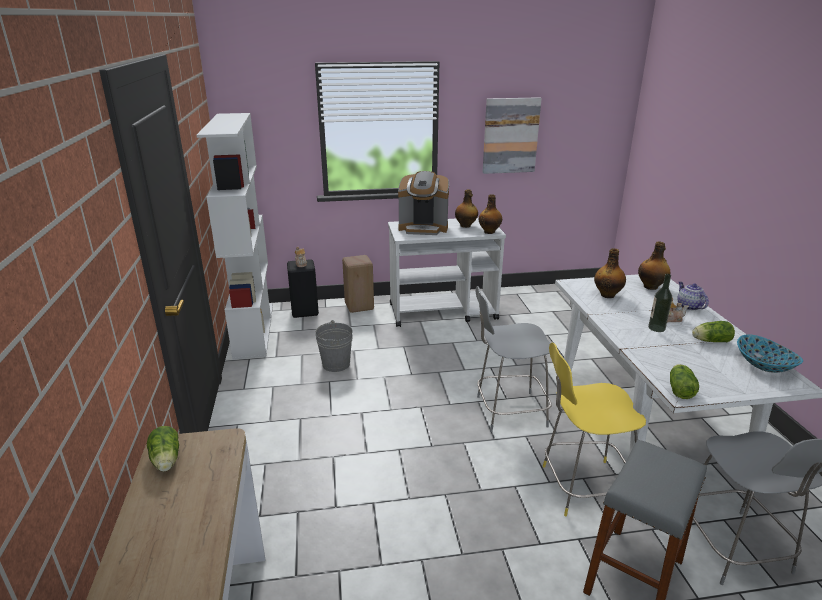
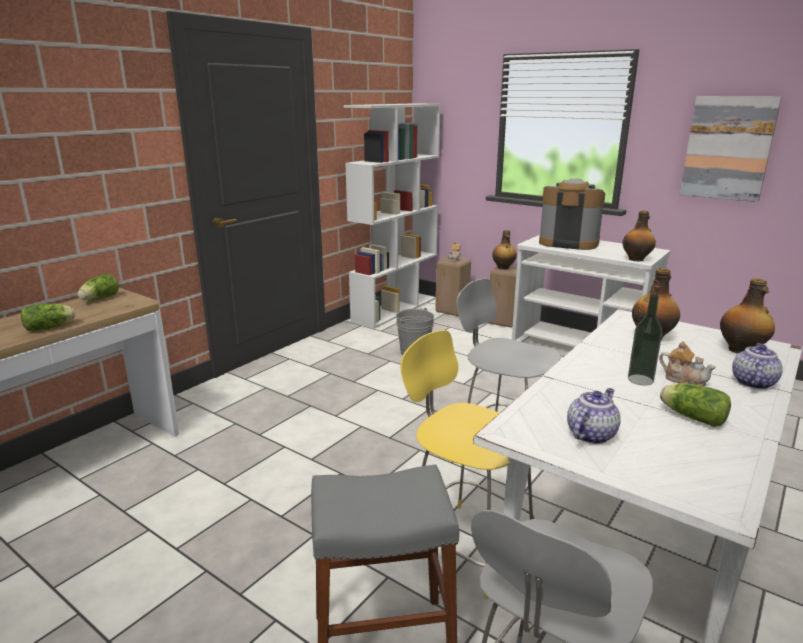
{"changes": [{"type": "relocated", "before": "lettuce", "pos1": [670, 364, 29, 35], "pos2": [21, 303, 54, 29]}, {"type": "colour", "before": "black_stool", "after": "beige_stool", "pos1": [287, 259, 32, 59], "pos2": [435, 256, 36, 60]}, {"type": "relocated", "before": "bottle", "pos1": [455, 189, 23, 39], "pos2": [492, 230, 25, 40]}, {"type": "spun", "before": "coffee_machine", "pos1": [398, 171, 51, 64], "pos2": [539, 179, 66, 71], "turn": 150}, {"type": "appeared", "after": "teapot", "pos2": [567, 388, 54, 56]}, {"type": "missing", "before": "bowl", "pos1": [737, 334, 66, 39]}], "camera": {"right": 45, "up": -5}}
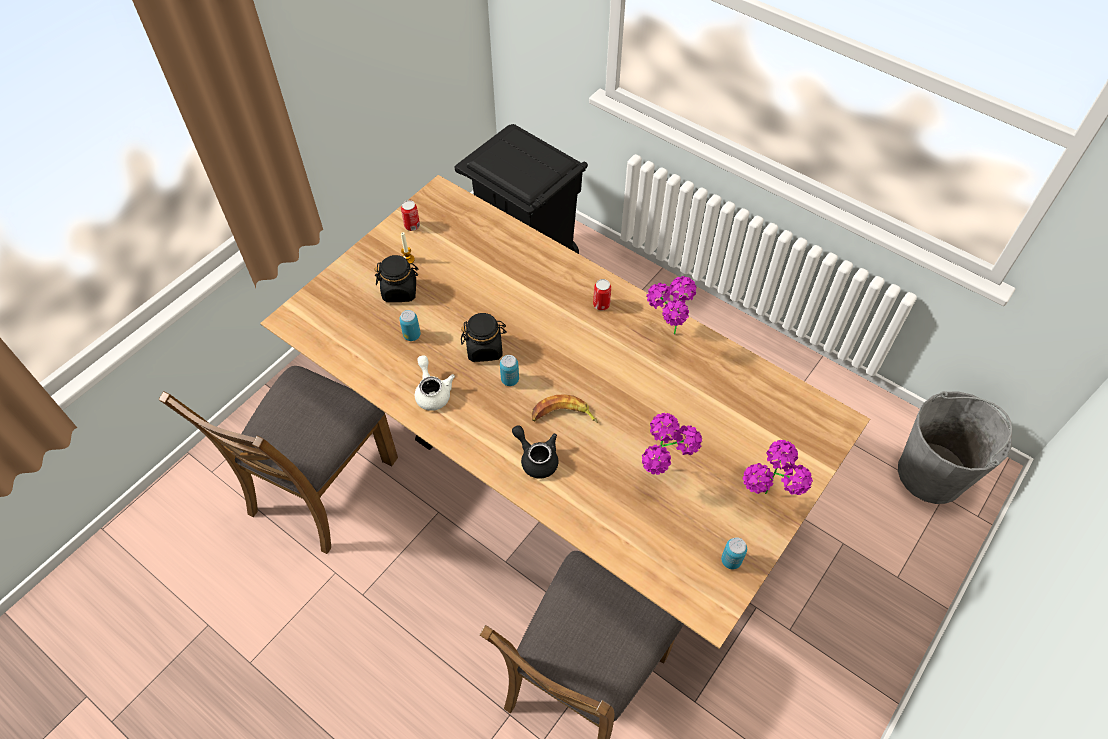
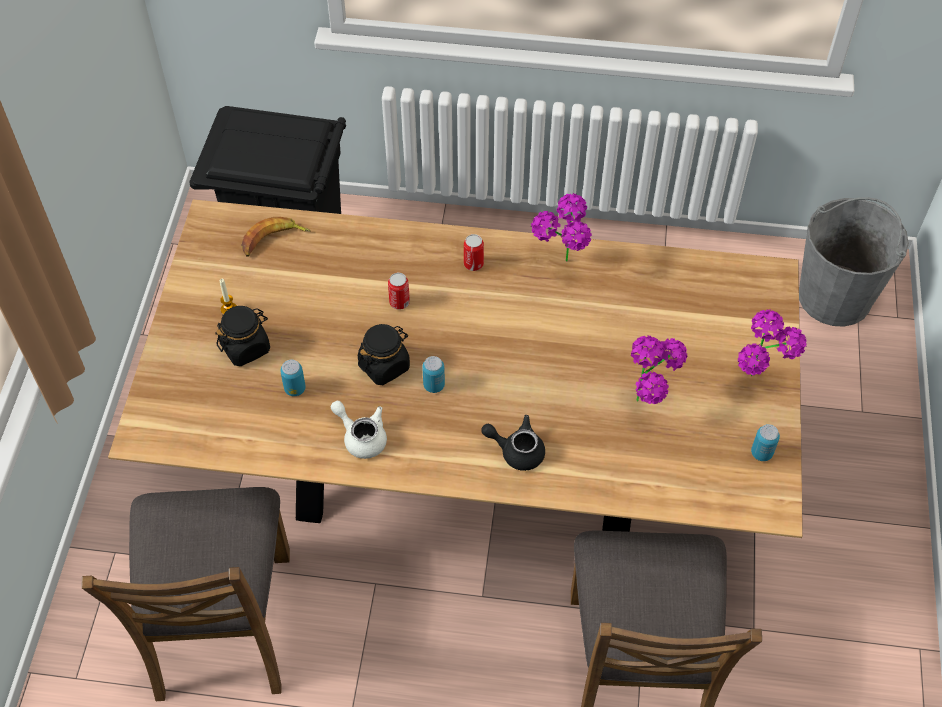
{"changes": [{"type": "relocated", "before": "banana", "pos1": [532, 394, 66, 29], "pos2": [241, 217, 70, 40]}, {"type": "relocated", "before": "can", "pos1": [401, 200, 19, 31], "pos2": [388, 273, 22, 37]}], "camera": {"right": -30, "up": 0}}
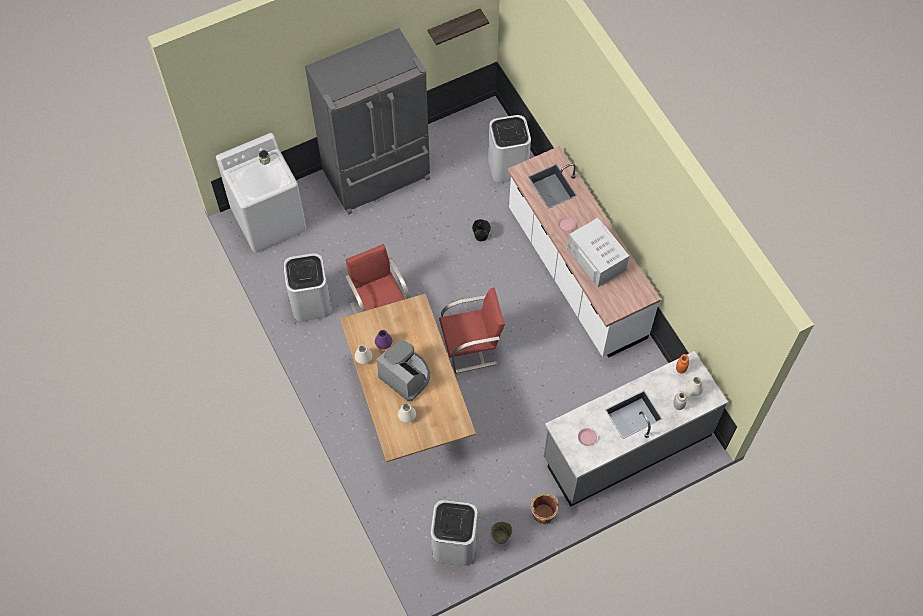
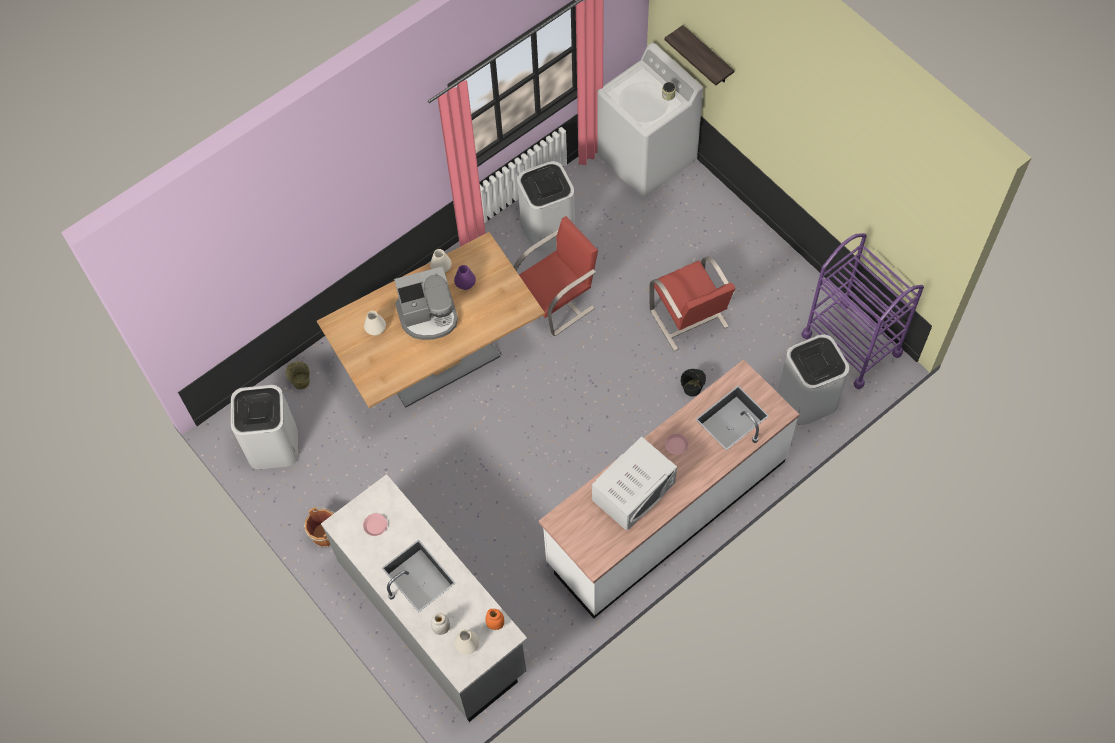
{"changes": [{"type": "relocated", "before": "beige_bucket", "pos1": [491, 522, 21, 22], "pos2": [285, 361, 25, 28]}, {"type": "spun", "before": "coffee_machine", "pos1": [377, 340, 53, 61], "pos2": [394, 266, 64, 74], "turn": 45}, {"type": "relocated", "before": "red_chair", "pos1": [439, 288, 66, 85], "pos2": [649, 256, 87, 95]}, {"type": "relocated", "before": "shelf", "pos1": [428, 9, 61, 36], "pos2": [664, 25, 70, 61]}, {"type": "appeared", "after": "purple_cart", "pos2": [801, 233, 123, 156]}, {"type": "missing", "before": "grey_fridge", "pos1": [305, 28, 125, 187]}], "camera": {"right": 80, "up": 0}}
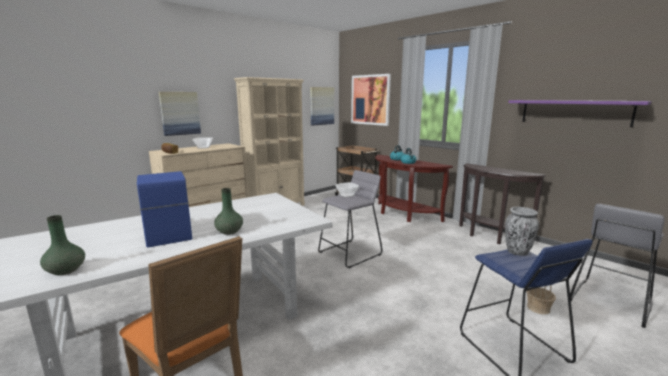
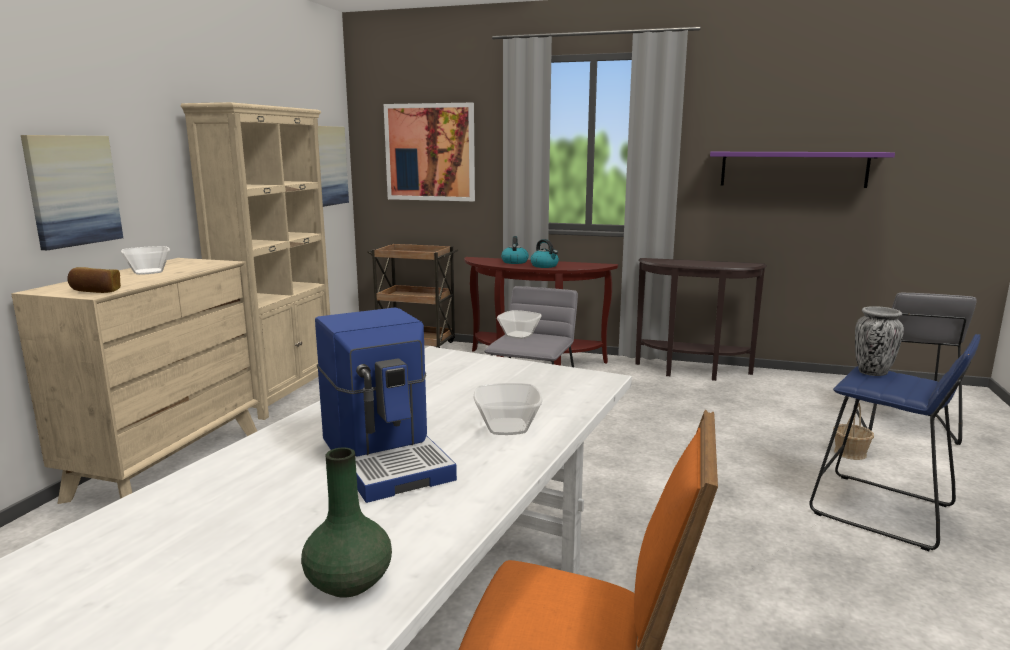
{"changes": [{"type": "spun", "before": "coffee_machine", "pos1": [137, 171, 55, 77], "pos2": [315, 308, 142, 195], "turn": -150}, {"type": "exchanged", "before": "green_vase", "after": "bowl", "pos1": [214, 188, 29, 47], "pos2": [474, 383, 68, 52]}], "camera": {"right": -30, "up": 0}}
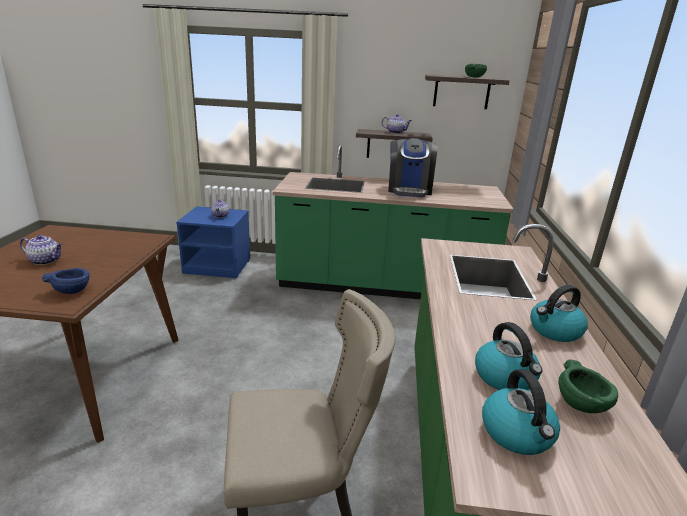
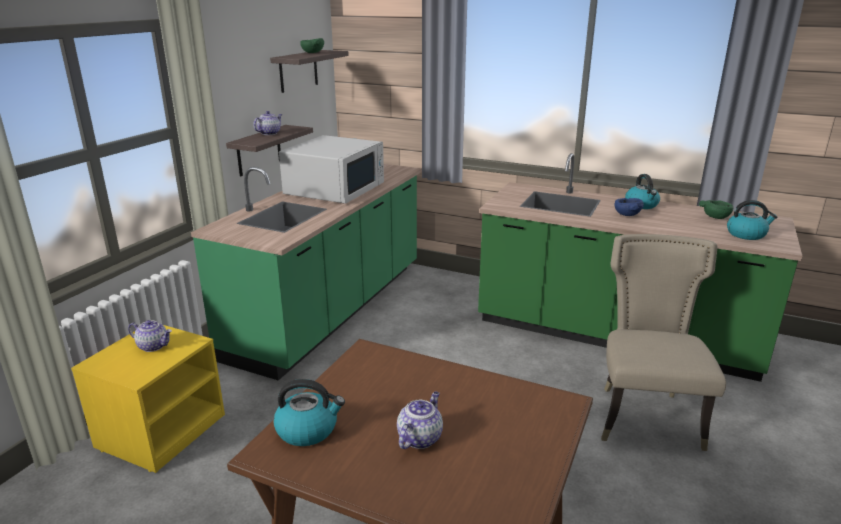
{"changes": [{"type": "colour", "before": "blue_nightstand", "after": "yellow_nightstand", "pos1": [176, 206, 74, 72], "pos2": [71, 325, 154, 148]}, {"type": "relocated", "before": "kettle", "pos1": [475, 322, 67, 68], "pos2": [274, 379, 71, 67]}, {"type": "exchanged", "before": "coffee_machine", "after": "white_microwave", "pos1": [388, 138, 50, 59], "pos2": [279, 135, 105, 69]}, {"type": "relocated", "before": "blue_bowl", "pos1": [42, 268, 47, 26], "pos2": [615, 198, 29, 18]}], "camera": {"right": -70, "up": 0}}
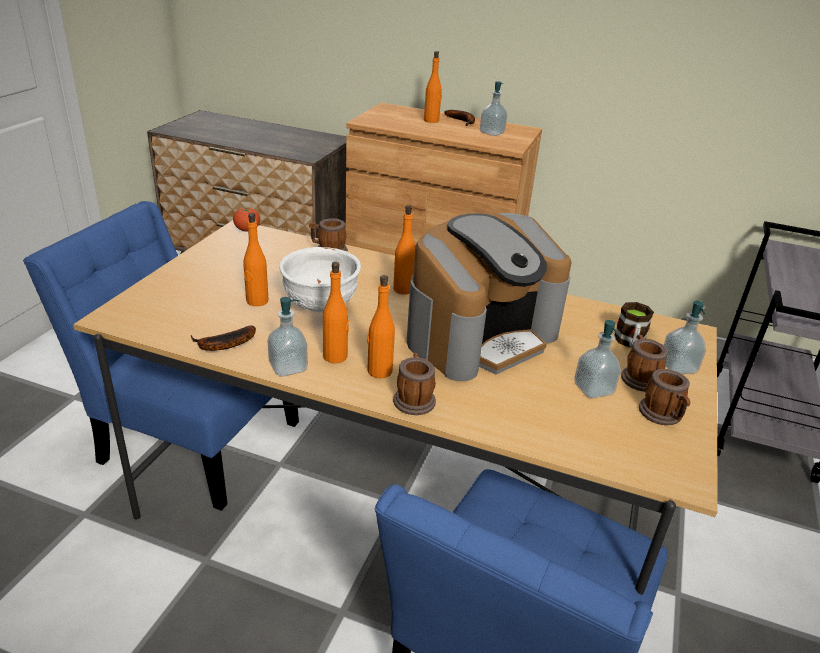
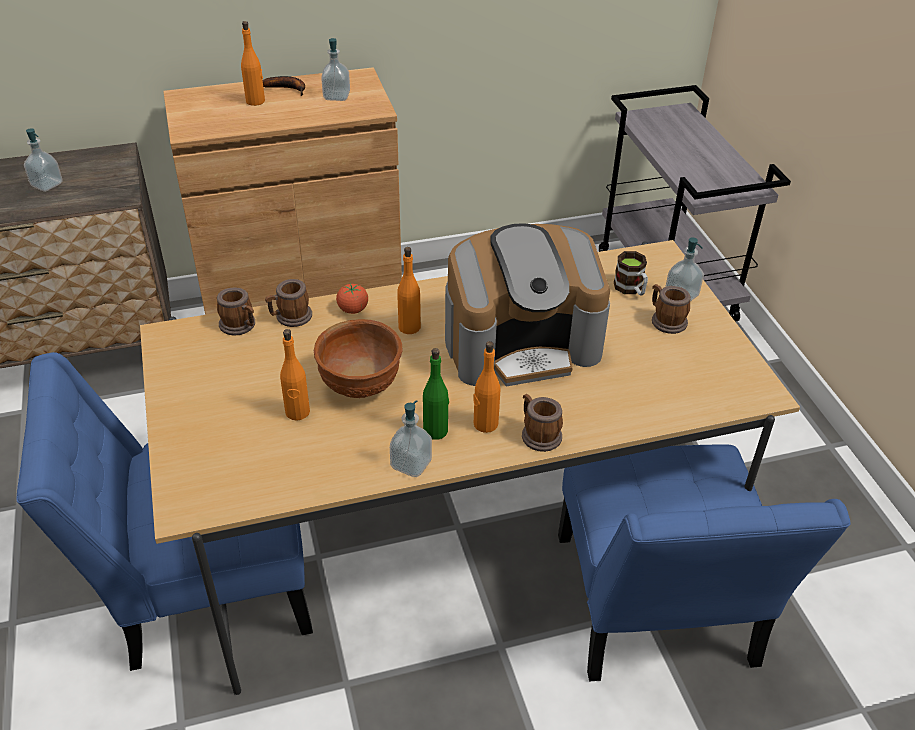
{"changes": [{"type": "relocated", "before": "soap_dispenser", "pos1": [574, 320, 47, 79], "pos2": [24, 128, 38, 64]}, {"type": "relocated", "before": "mug", "pos1": [639, 369, 51, 56], "pos2": [217, 288, 38, 47]}, {"type": "colour", "before": "white_bowl", "after": "brown_bowl", "pos1": [279, 247, 82, 66], "pos2": [314, 319, 89, 79]}, {"type": "relocated", "before": "tomato", "pos1": [233, 206, 27, 26], "pos2": [336, 283, 32, 31]}, {"type": "colour", "before": "orange_bottle", "after": "green_bottle", "pos1": [323, 262, 26, 101], "pos2": [423, 348, 26, 92]}, {"type": "spun", "before": "coffee_machine", "pos1": [407, 213, 165, 168], "pos2": [445, 223, 165, 163], "turn": 60}, {"type": "missing", "before": "banana", "pos1": [191, 326, 65, 25]}], "camera": {"right": -35, "up": 10}}
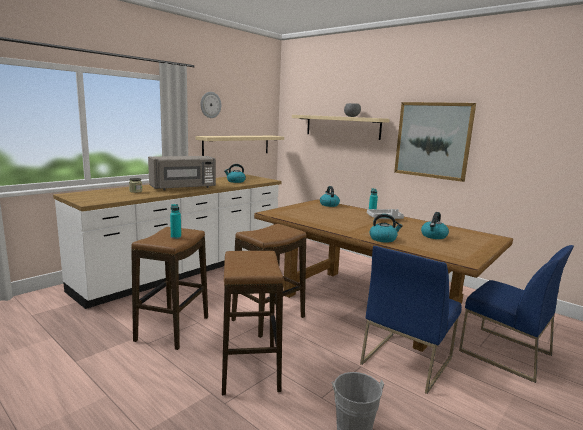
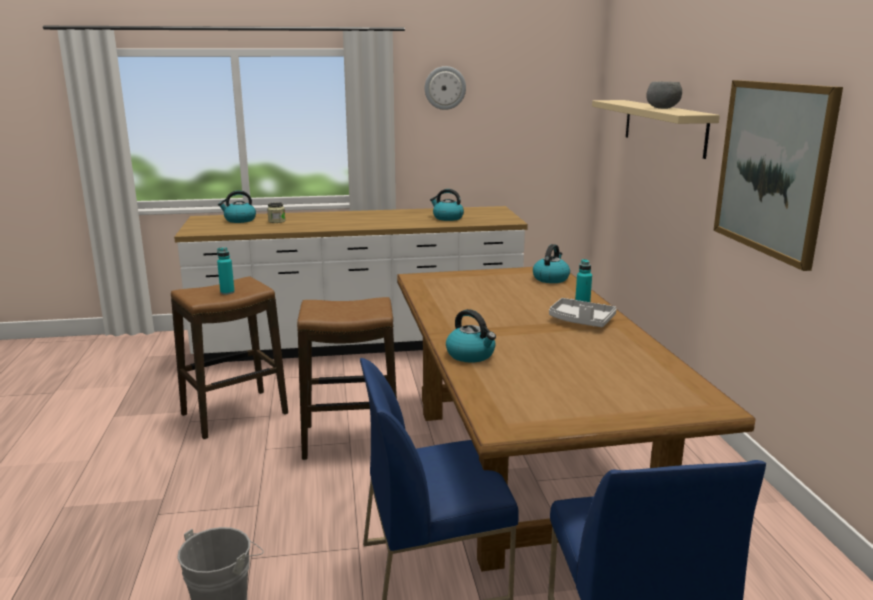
{"changes": [{"type": "relocated", "before": "kettle", "pos1": [421, 212, 28, 27], "pos2": [218, 191, 38, 32]}, {"type": "missing", "before": "grey_microwave", "pos1": [148, 156, 68, 34]}, {"type": "missing", "before": "beige_shelf", "pos1": [196, 136, 88, 20]}, {"type": "missing", "before": "stool", "pos1": [222, 251, 62, 144]}], "camera": {"right": 40, "up": 5}}
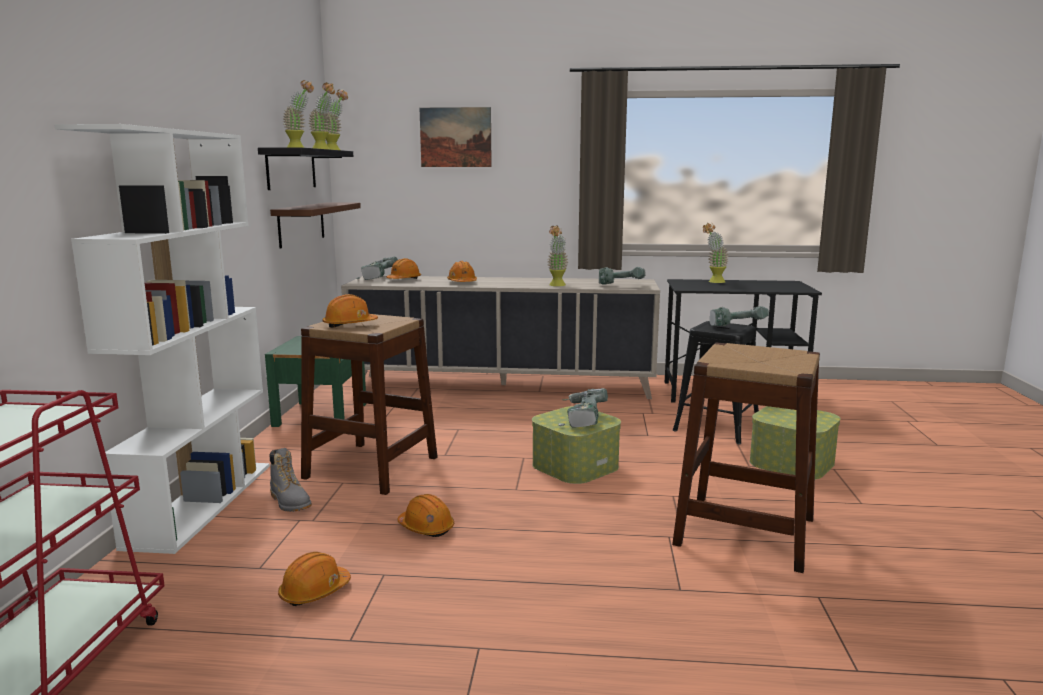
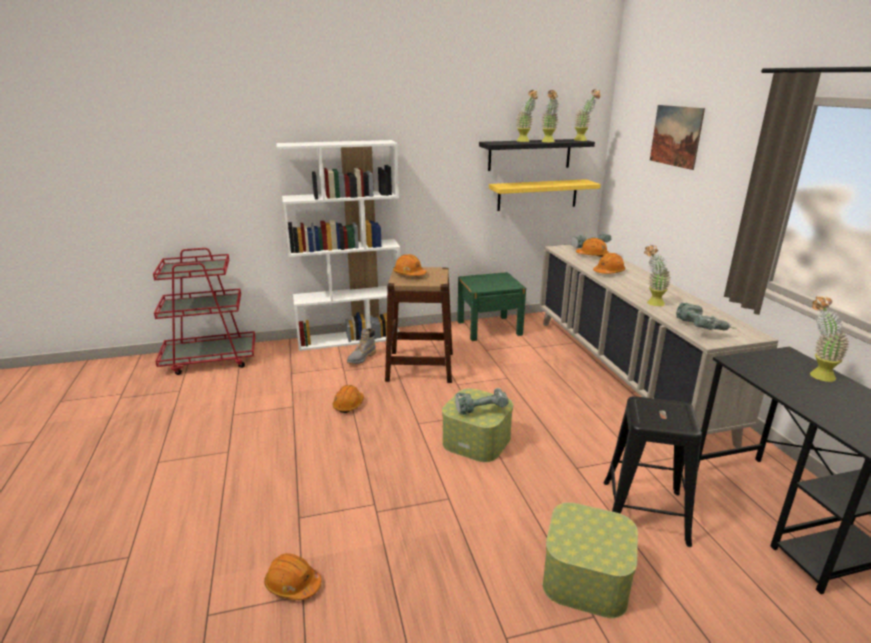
{"changes": [{"type": "relocated", "before": "orange_hard_hat", "pos1": [278, 552, 73, 54], "pos2": [264, 553, 57, 47]}, {"type": "colour", "before": "brown_shelf", "after": "yellow_shelf", "pos1": [270, 202, 91, 47], "pos2": [489, 179, 112, 32]}, {"type": "missing", "before": "brown_stool", "pos1": [672, 342, 148, 231]}, {"type": "missing", "before": "power_drill", "pos1": [709, 306, 60, 20]}], "camera": {"right": 70, "up": 10}}
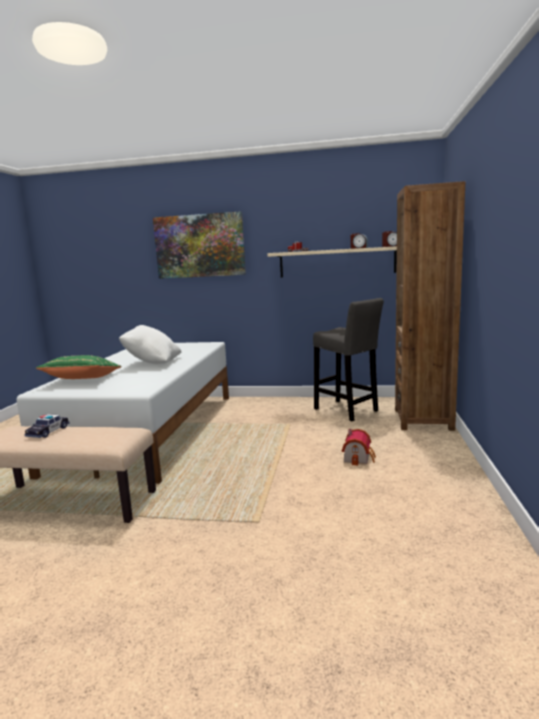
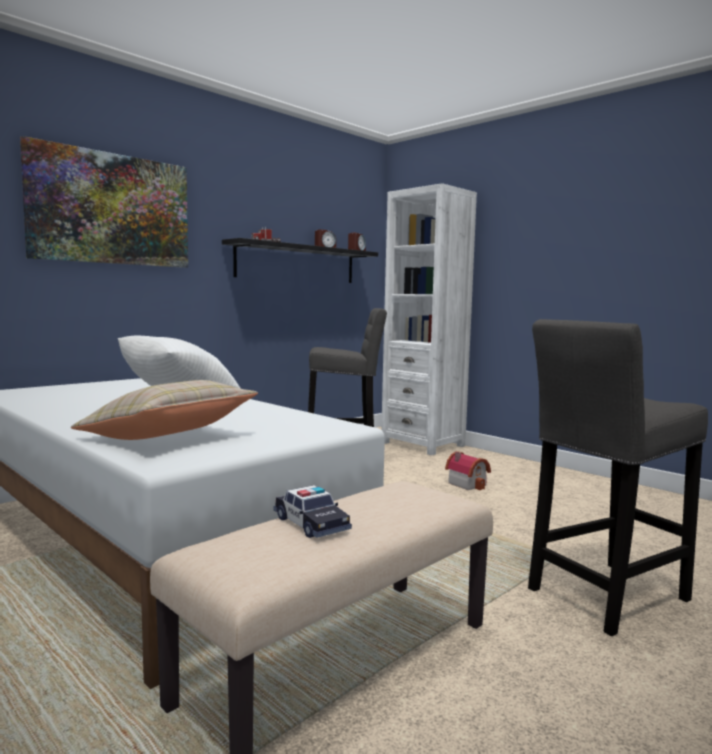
{"changes": [{"type": "colour", "before": "green_pillow", "after": "beige_pillow", "pos1": [36, 355, 86, 24], "pos2": [71, 380, 187, 60]}, {"type": "colour", "before": "beige_shelf", "after": "black_shelf", "pos1": [267, 246, 130, 32], "pos2": [222, 238, 156, 45]}, {"type": "colour", "before": "brown_bookcase", "after": "white_bookcase", "pos1": [395, 181, 70, 250], "pos2": [381, 183, 96, 272]}, {"type": "appeared", "after": "grey_stool", "pos2": [528, 319, 180, 317]}], "camera": {"right": -55, "up": -5}}
